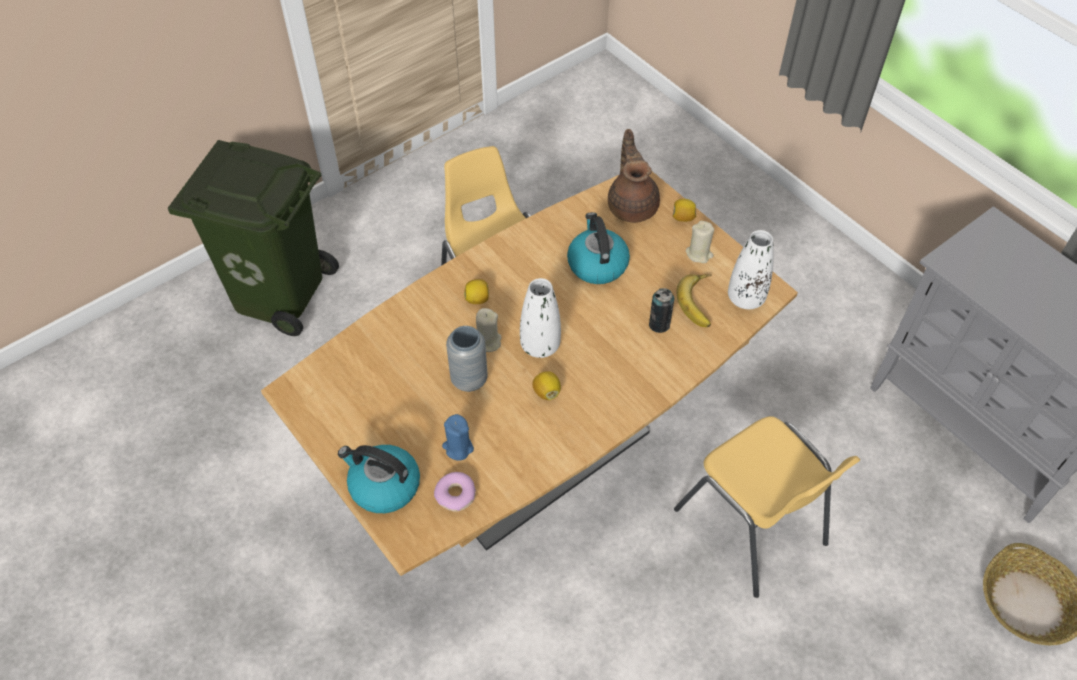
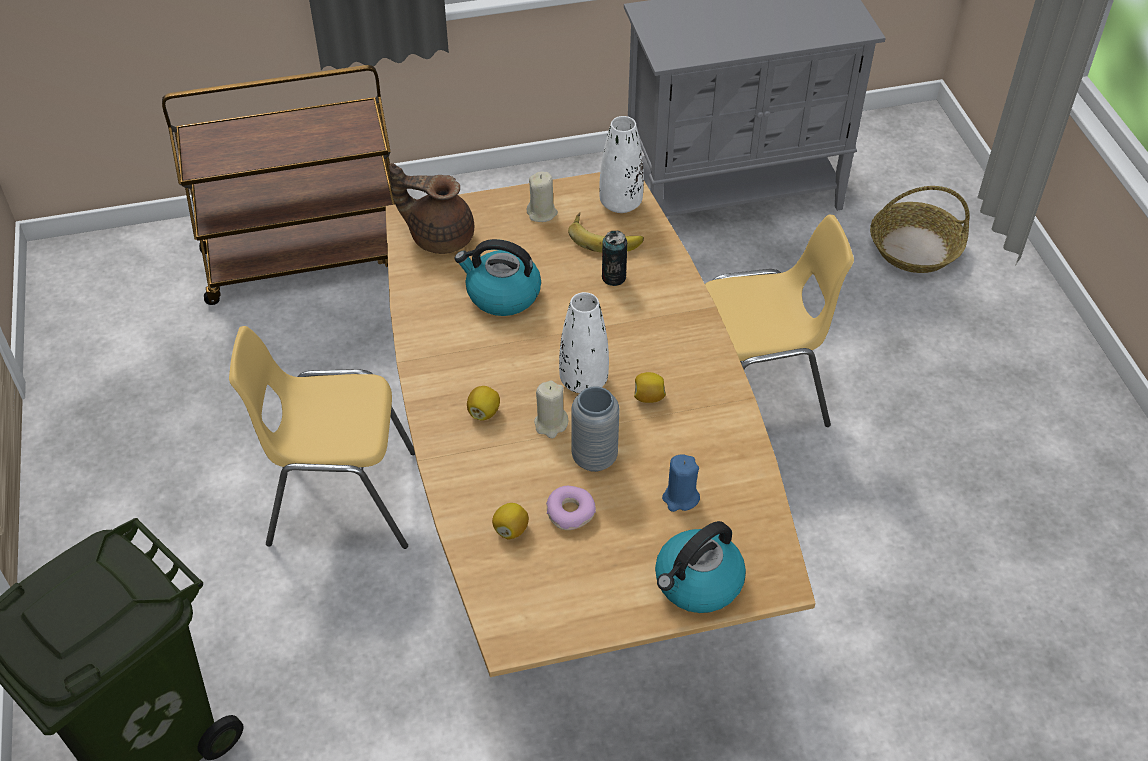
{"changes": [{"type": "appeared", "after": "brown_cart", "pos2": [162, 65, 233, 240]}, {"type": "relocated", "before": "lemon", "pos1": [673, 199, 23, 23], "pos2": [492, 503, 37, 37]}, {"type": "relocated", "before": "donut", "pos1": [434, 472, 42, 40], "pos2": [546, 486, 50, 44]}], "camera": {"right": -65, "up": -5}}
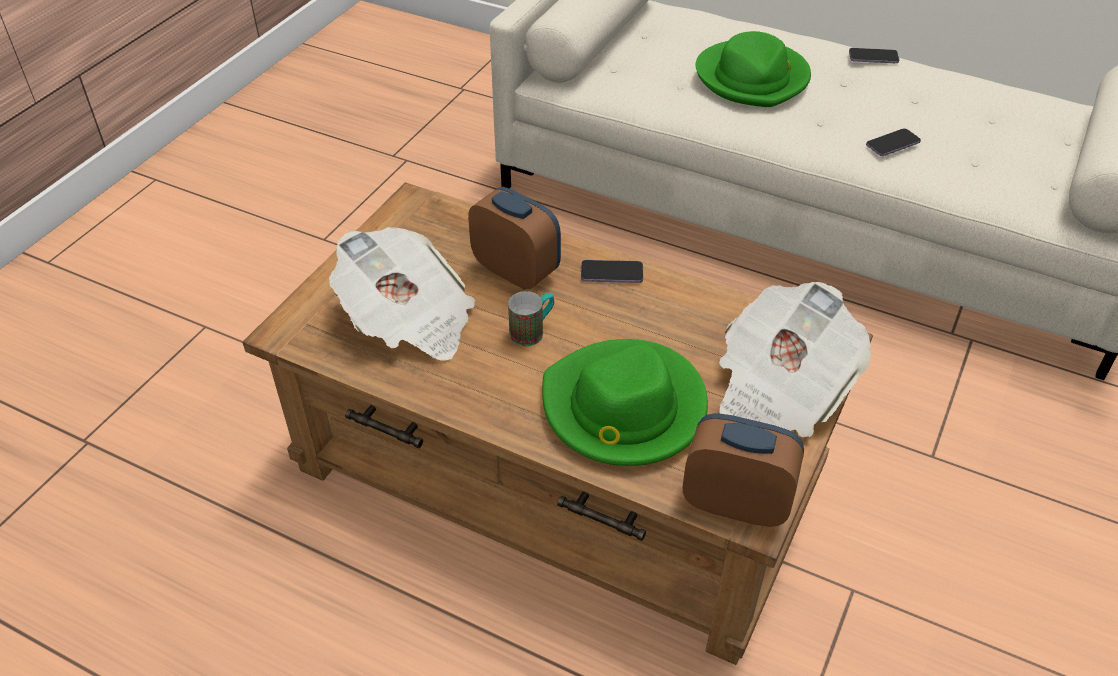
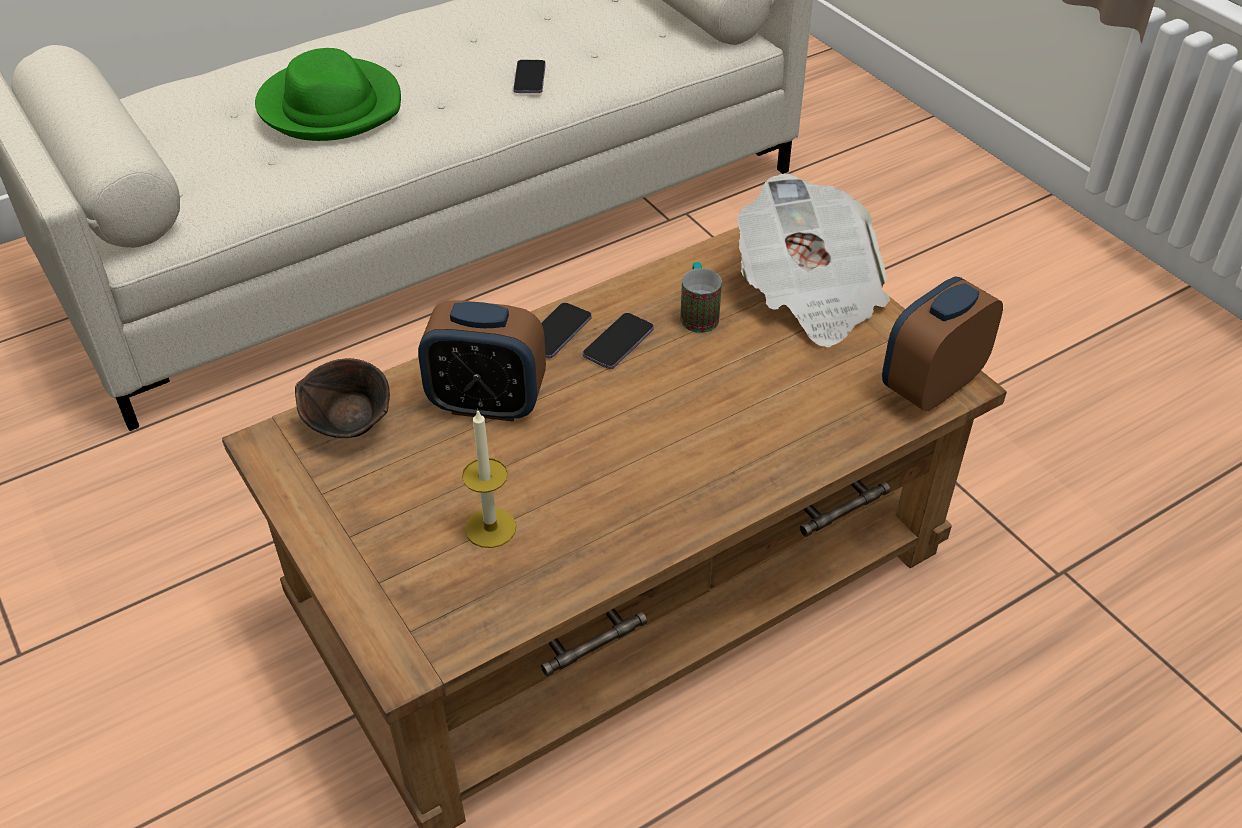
{"changes": [{"type": "appeared", "after": "brown_bowl", "pos2": [295, 358, 95, 80]}, {"type": "spun", "before": "alarm_clock", "pos1": [468, 187, 93, 103], "pos2": [418, 300, 128, 122], "turn": -150}, {"type": "exchanged", "before": "newspaper", "after": "candle", "pos1": [329, 227, 146, 134], "pos2": [462, 409, 54, 139]}, {"type": "relocated", "before": "phone", "pos1": [849, 48, 50, 15], "pos2": [583, 313, 71, 56]}, {"type": "relocated", "before": "mug", "pos1": [508, 291, 46, 55], "pos2": [680, 262, 42, 71]}, {"type": "missing", "before": "green_hat", "pos1": [542, 339, 166, 127]}], "camera": {"right": -60, "up": 0}}
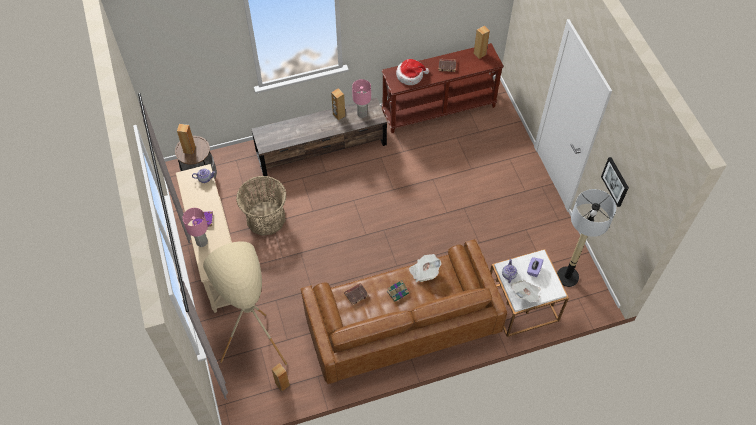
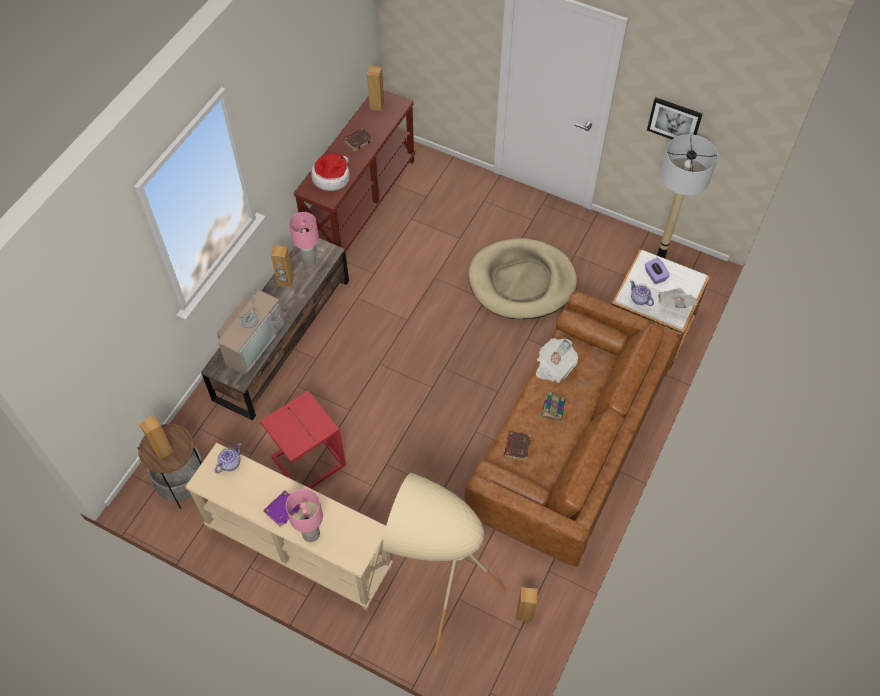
{"changes": [{"type": "appeared", "after": "television", "pos2": [217, 282, 68, 92]}, {"type": "exchanged", "before": "basket", "after": "red_side_table", "pos1": [236, 176, 50, 60], "pos2": [260, 390, 86, 99]}, {"type": "appeared", "after": "beige_dog_bed", "pos2": [468, 238, 109, 81]}], "camera": {"right": -45, "up": 0}}
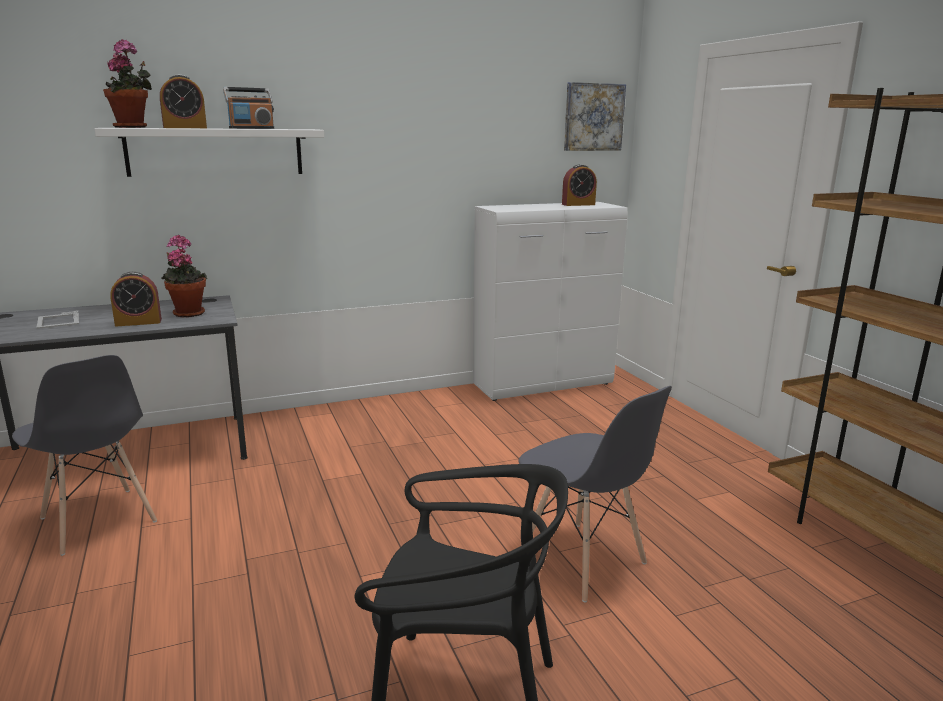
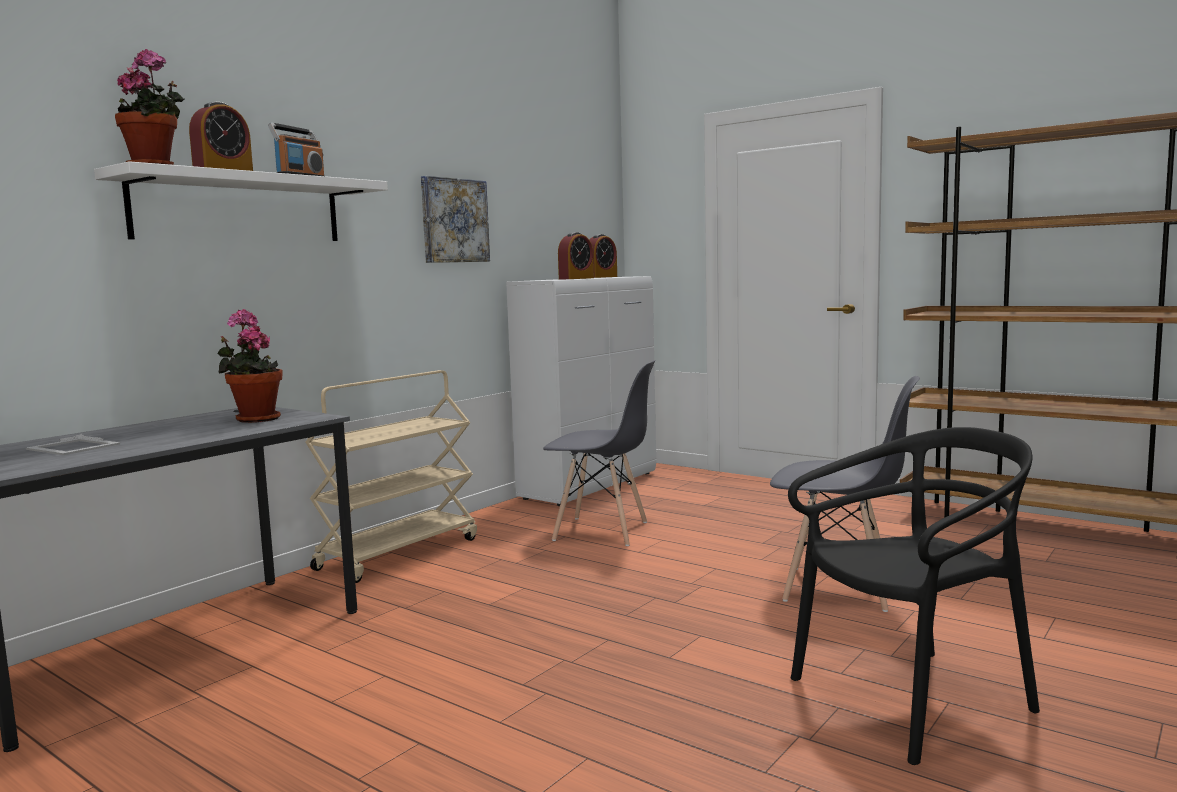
{"changes": [{"type": "appeared", "after": "beige_cart", "pos2": [305, 370, 172, 213]}, {"type": "relocated", "before": "picture", "pos1": [564, 82, 62, 69], "pos2": [421, 176, 69, 87]}, {"type": "relocated", "before": "grey_chair", "pos1": [12, 355, 145, 201], "pos2": [543, 360, 112, 186]}, {"type": "relocated", "before": "alarm_clock", "pos1": [110, 272, 52, 55], "pos2": [558, 232, 36, 48]}], "camera": {"right": -30, "up": -10}}
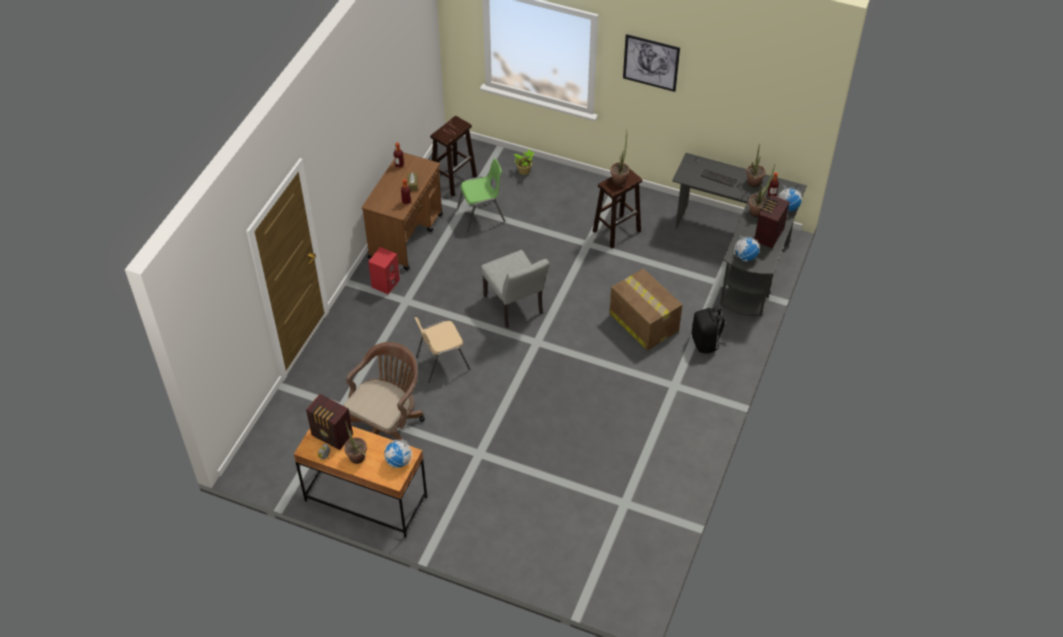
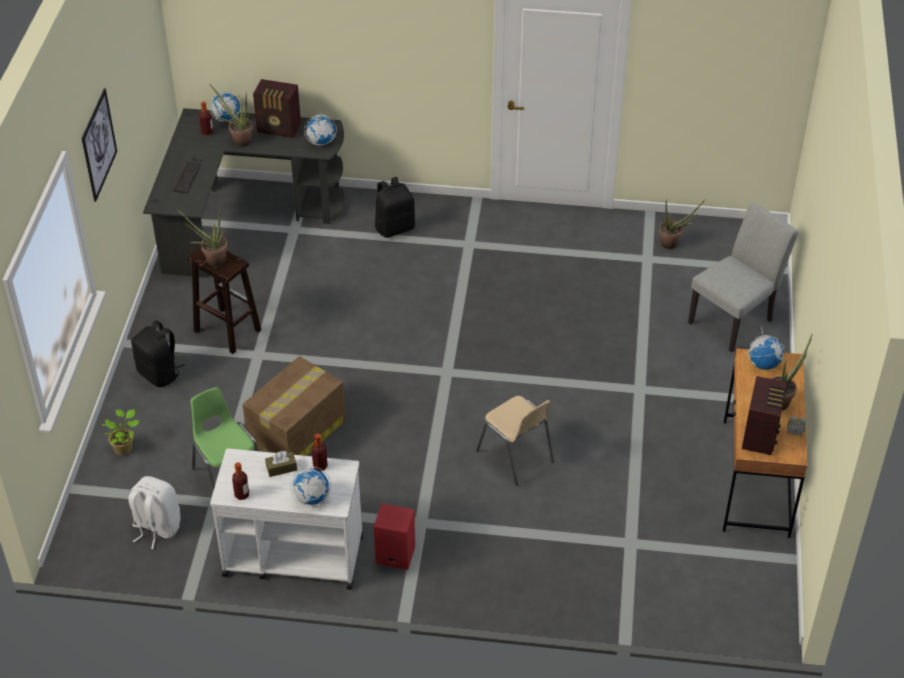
{"changes": [{"type": "exchanged", "before": "brown_stool", "after": "white_backpack", "pos1": [430, 116, 47, 80], "pos2": [128, 476, 53, 73]}, {"type": "appeared", "after": "black_backpack", "pos2": [131, 320, 54, 67]}, {"type": "colour", "before": "brown_cart", "after": "white_cart", "pos1": [362, 152, 81, 118], "pos2": [210, 448, 153, 142]}, {"type": "relocated", "before": "cardboard_box", "pos1": [609, 268, 73, 83], "pos2": [242, 356, 104, 100]}, {"type": "appeared", "after": "globe", "pos2": [290, 466, 41, 41]}, {"type": "relocated", "before": "potted_plant", "pos1": [746, 143, 19, 44], "pos2": [659, 199, 46, 50]}, {"type": "relocated", "before": "grey_chair", "pos1": [481, 250, 69, 78], "pos2": [688, 203, 110, 149]}, {"type": "missing", "before": "brown_office_chair", "pos1": [343, 342, 82, 99]}], "camera": {"right": -105, "up": -5}}
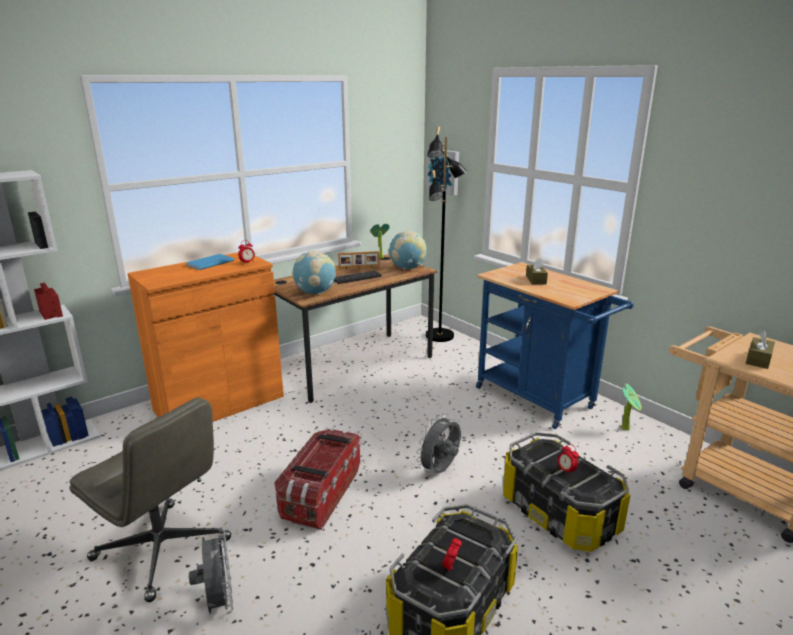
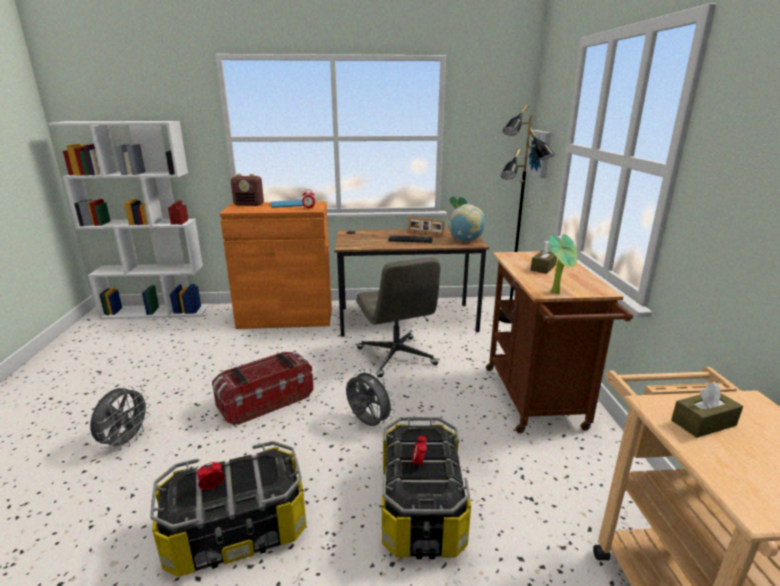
{"changes": [{"type": "appeared", "after": "radio", "pos2": [231, 174, 33, 32]}, {"type": "spun", "before": "grey_fan", "pos1": [416, 414, 45, 59], "pos2": [346, 368, 49, 58], "turn": 60}, {"type": "relocated", "before": "grey_office_chair", "pos1": [69, 397, 162, 205], "pos2": [356, 258, 84, 119]}, {"type": "colour", "before": "blue_cart", "after": "brown_cart", "pos1": [476, 262, 158, 167], "pos2": [486, 251, 147, 183]}, {"type": "relocated", "before": "potted_plant", "pos1": [622, 384, 20, 47], "pos2": [549, 234, 28, 61]}, {"type": "missing", "before": "globe", "pos1": [292, 251, 44, 43]}], "camera": {"right": 35, "up": 0}}
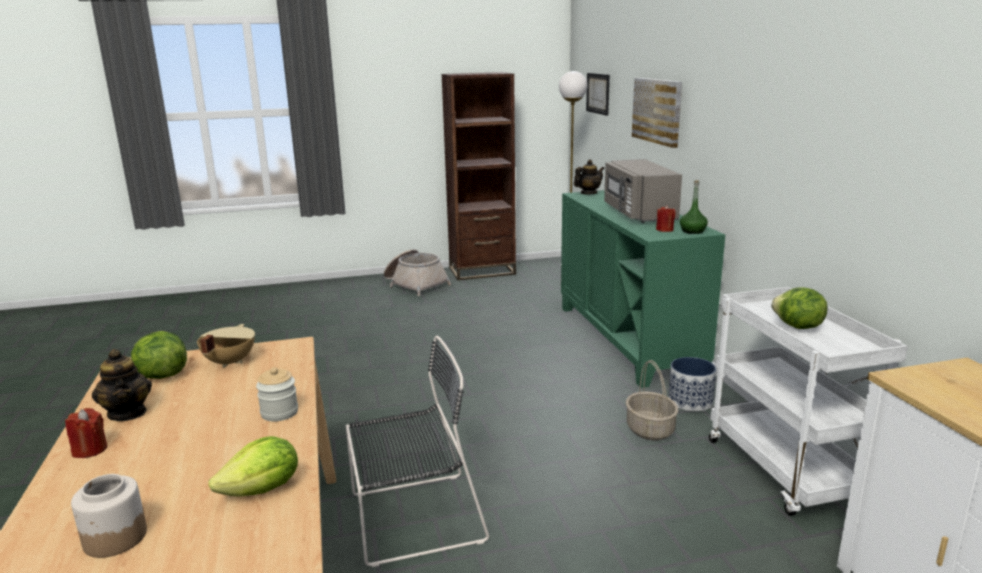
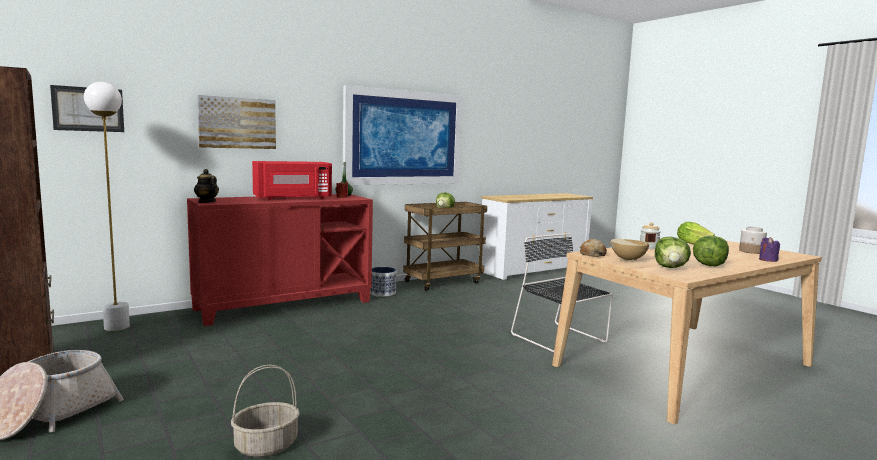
{"changes": [{"type": "colour", "before": "green_cabinet", "after": "red_cabinet", "pos1": [561, 190, 164, 198], "pos2": [187, 194, 186, 132]}, {"type": "relocated", "before": "basket", "pos1": [626, 360, 52, 81], "pos2": [231, 365, 69, 92]}, {"type": "colour", "before": "grey_microwave", "after": "red_microwave", "pos1": [604, 159, 78, 64], "pos2": [252, 161, 80, 39]}, {"type": "appeared", "after": "picture", "pos2": [343, 85, 120, 100]}, {"type": "colour", "before": "white_cart", "after": "brown_cart", "pos1": [709, 287, 199, 229], "pos2": [403, 202, 84, 89]}, {"type": "appeared", "after": "bread", "pos2": [580, 239, 27, 18]}, {"type": "exchanged", "before": "teapot", "after": "lettuce", "pos1": [92, 349, 60, 72], "pos2": [693, 236, 36, 30]}, {"type": "appeared", "after": "purple_candle", "pos2": [759, 237, 21, 25]}, {"type": "missing", "before": "red_candle", "pos1": [65, 408, 42, 50]}], "camera": {"right": -110, "up": -10}}
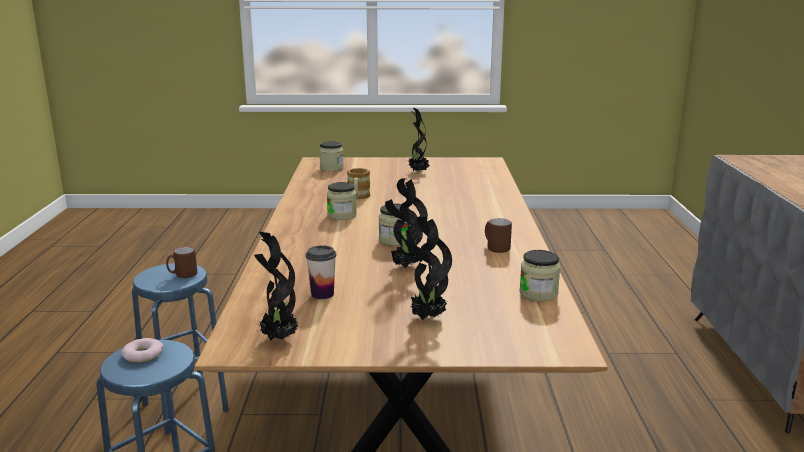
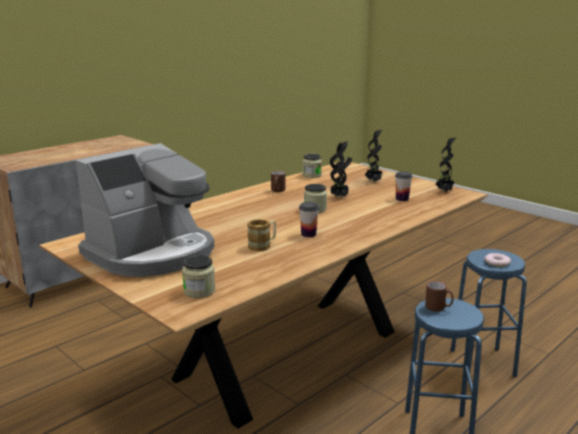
{"changes": [{"type": "exchanged", "before": "potted_plant", "after": "coffee_machine", "pos1": [406, 108, 24, 64], "pos2": [75, 143, 139, 134]}, {"type": "exchanged", "before": "jar", "after": "cup", "pos1": [327, 182, 30, 38], "pos2": [299, 202, 20, 35]}], "camera": {"right": -135, "up": 0}}
